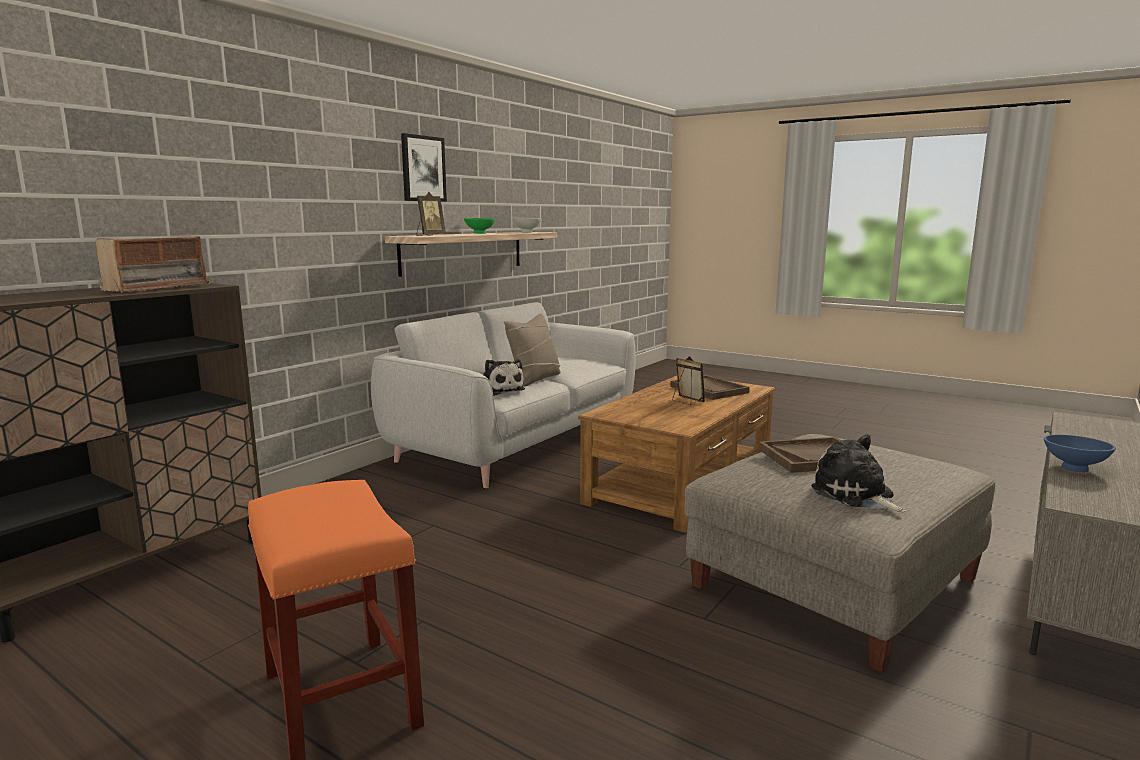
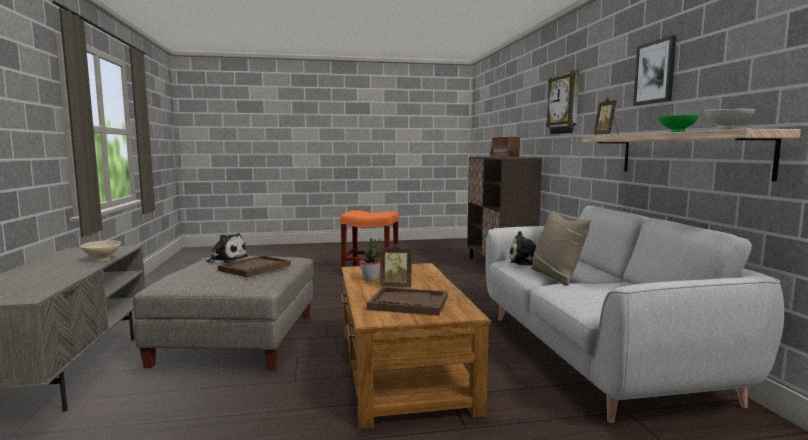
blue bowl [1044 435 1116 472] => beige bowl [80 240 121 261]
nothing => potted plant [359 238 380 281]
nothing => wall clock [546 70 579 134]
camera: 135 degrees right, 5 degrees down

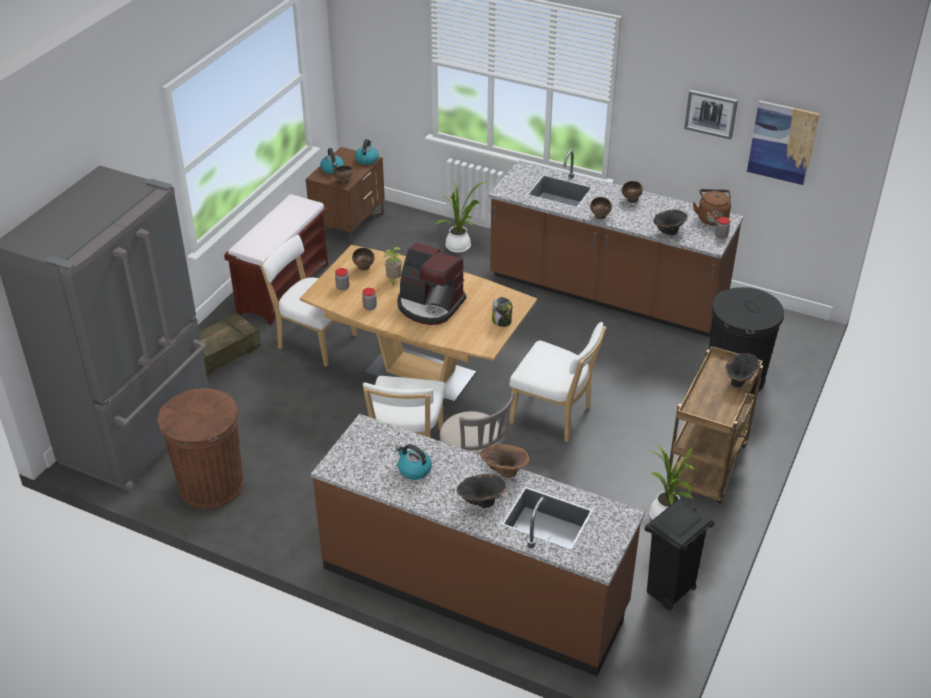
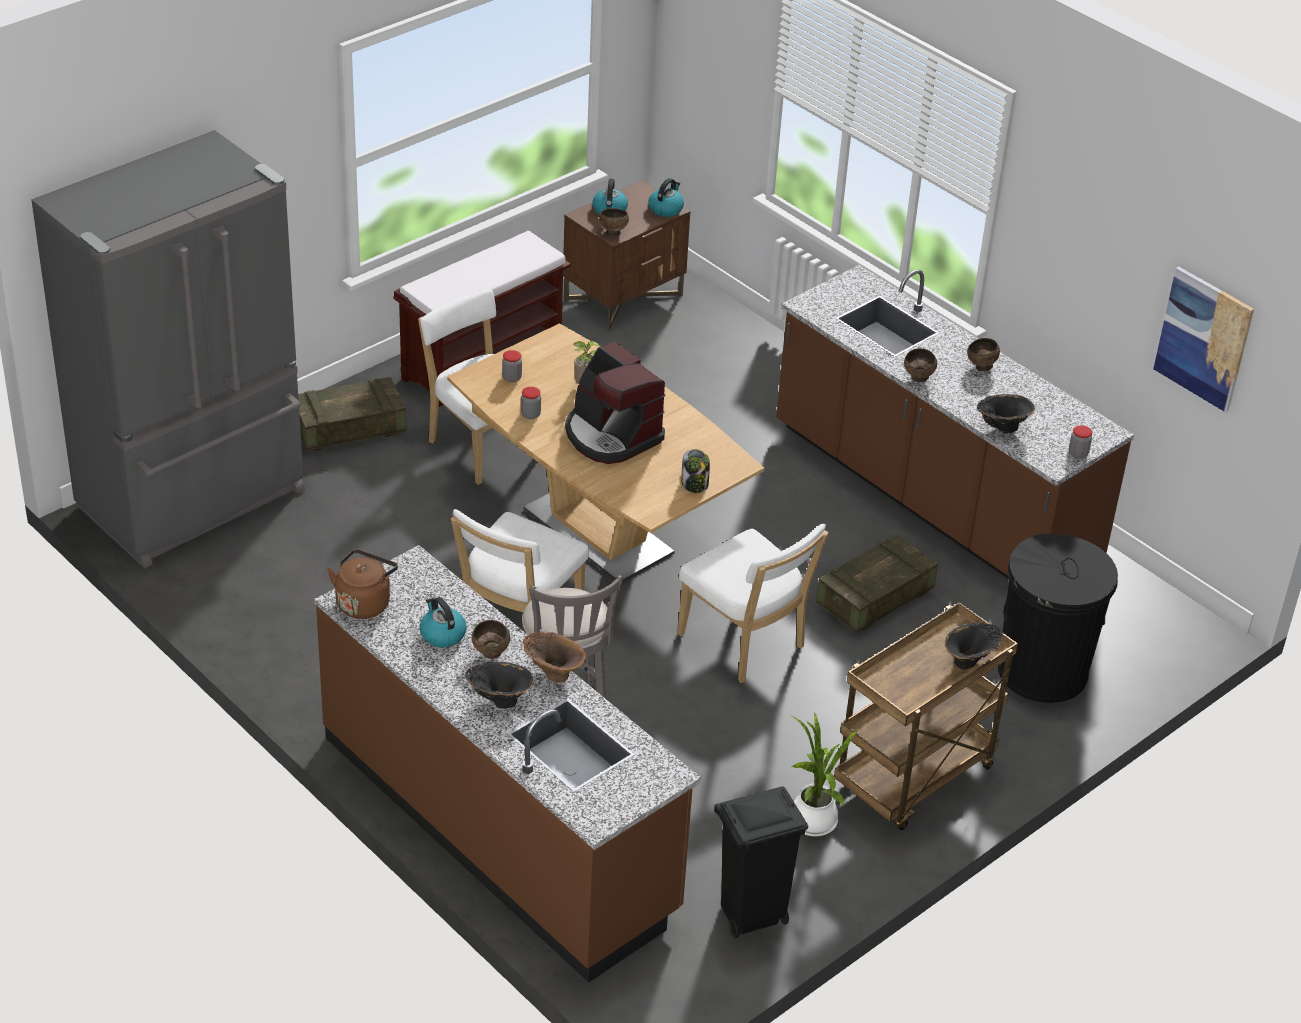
brown kettle [693 189 731 226] => brown kettle [327 549 398 619], shifted
brown bowl [352 248 375 271] => brown bowl [472 620 510 659], shifted
nothing => crate [816 534 938 633]
brown trash can [158 388 244 509] => nothing
potted plant [435 182 486 253] => nothing
picture [684 90 738 139] => nothing
camera: 20 degrees right, 0 degrees up

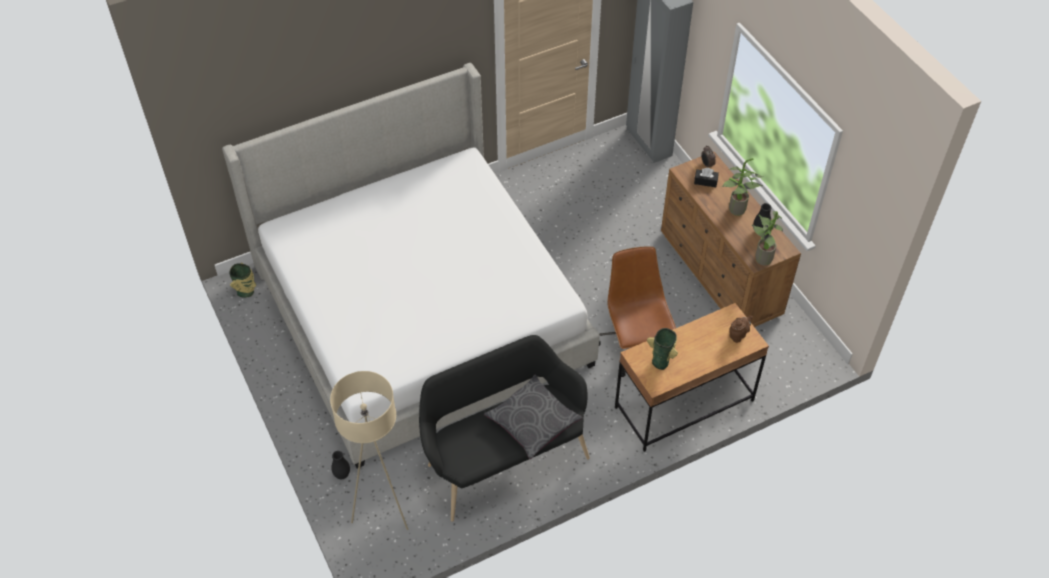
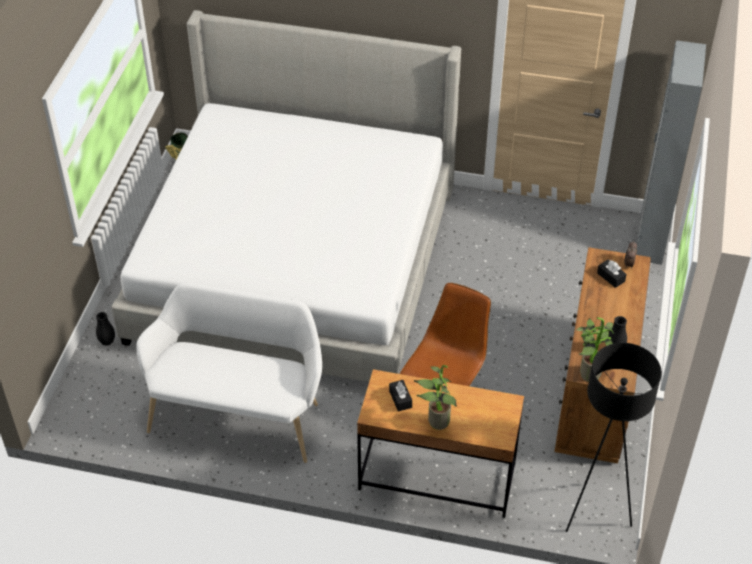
black bench [419 335 590 522] => white bench [136 282 322 463]
vase [647 328 678 370] => black tissue box [389 380 412 412]
potted plant [722 158 763 216] => potted plant [414 365 457 430], shifted
nothing => black floor lamp [566 343 662 532]
beige floor lamp [330 371 408 530] => nothing
grey pillow [484 375 582 459] => nothing
brown teapot [729 316 753 343] => nothing
camera: 40 degrees right, 5 degrees down

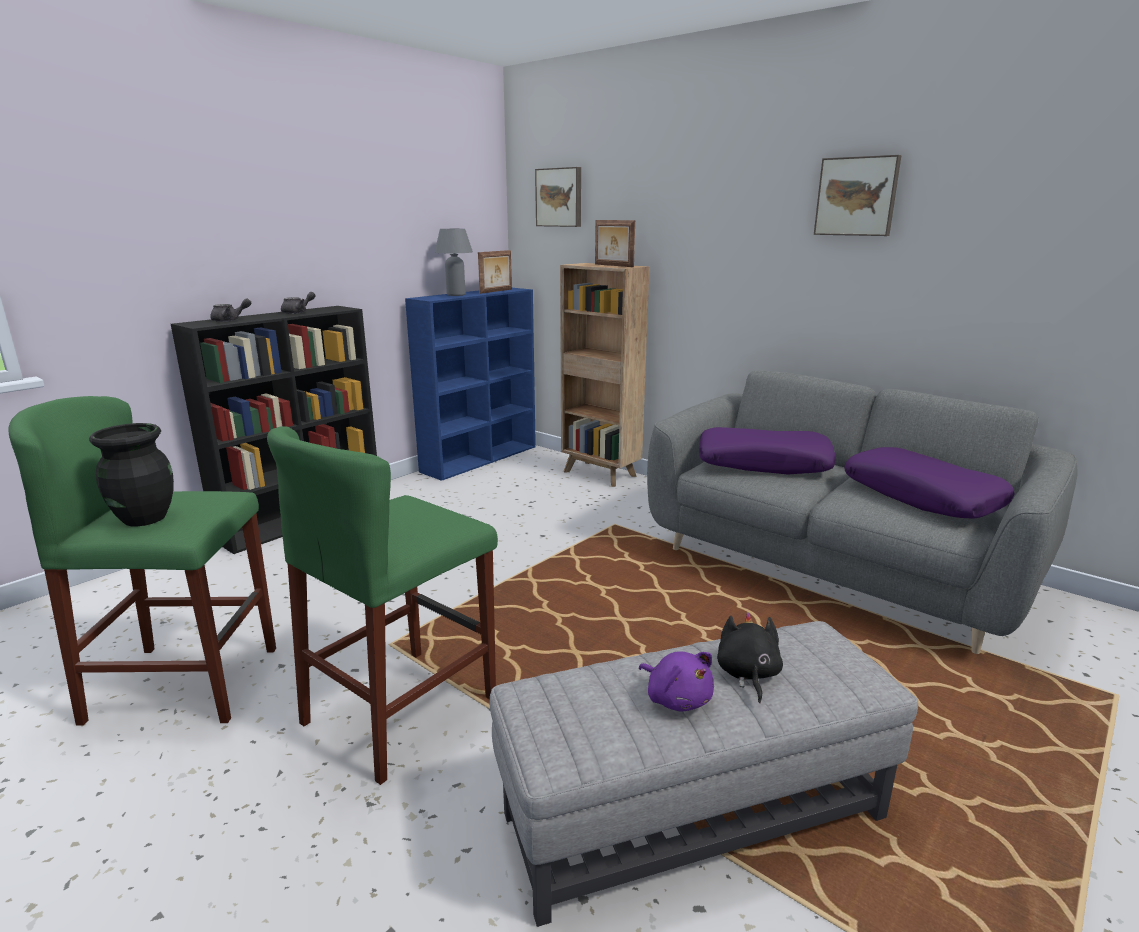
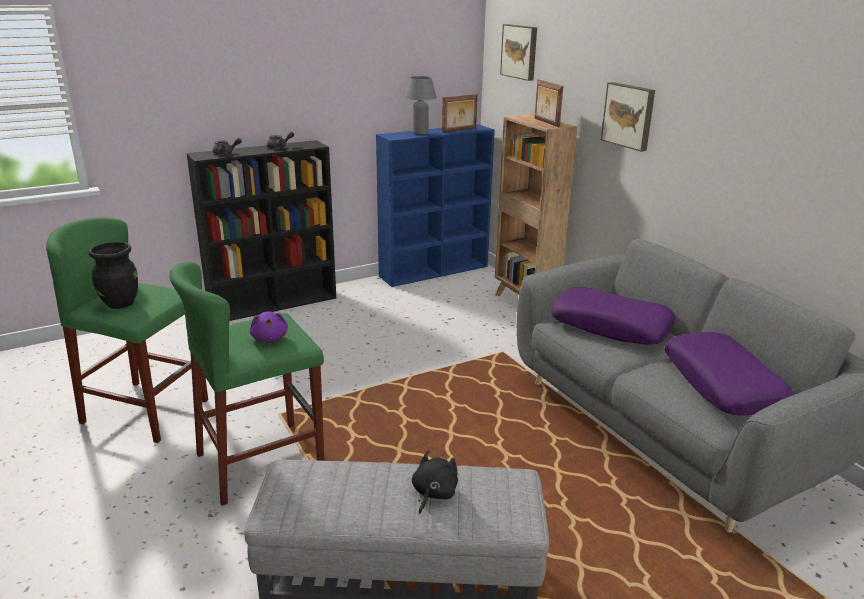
purple plush toy [639 651 714 712] => purple plush toy [250 311 288 342], shifted
picture [814 155 902 236] => picture [601 82 655 152], shifted
camera: 20 degrees right, 5 degrees up

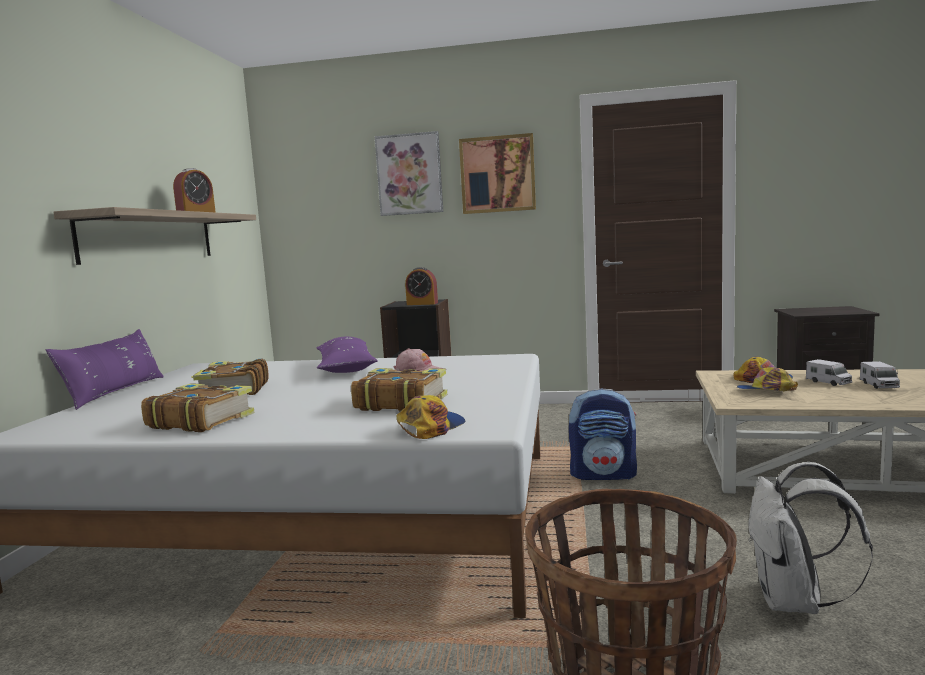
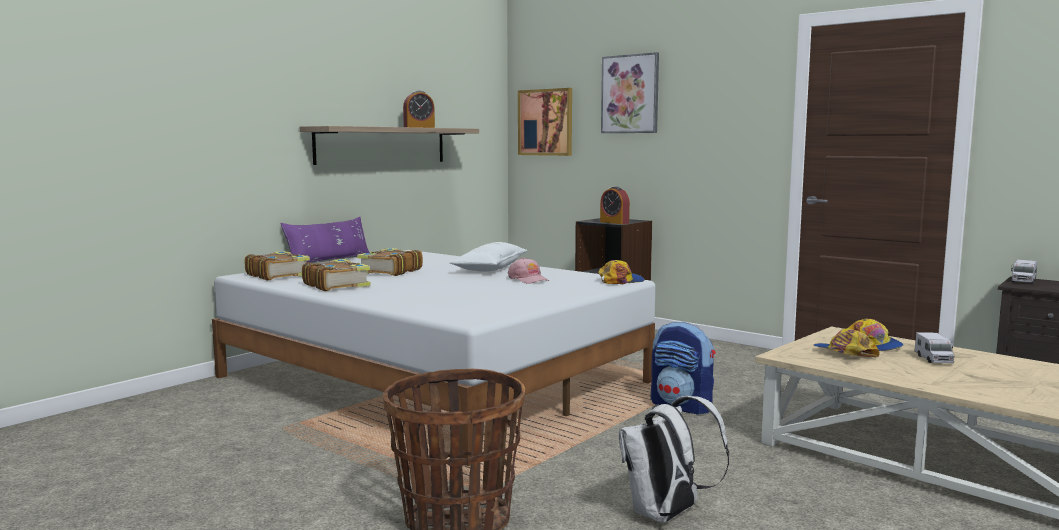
book [351 368 447 412] => book [245 251 310 281], shifted
purple pillow [317 337 378 373] => white pillow [450 242 527 272]
picture [459 133 536 214] => picture [518 88 572 156], shifted
cap [396 395 465 439] => cap [598 260 644 284], shifted
toy truck [860 361 900 389] => toy truck [1011 260 1037 284], shifted
camera: 30 degrees right, 0 degrees up

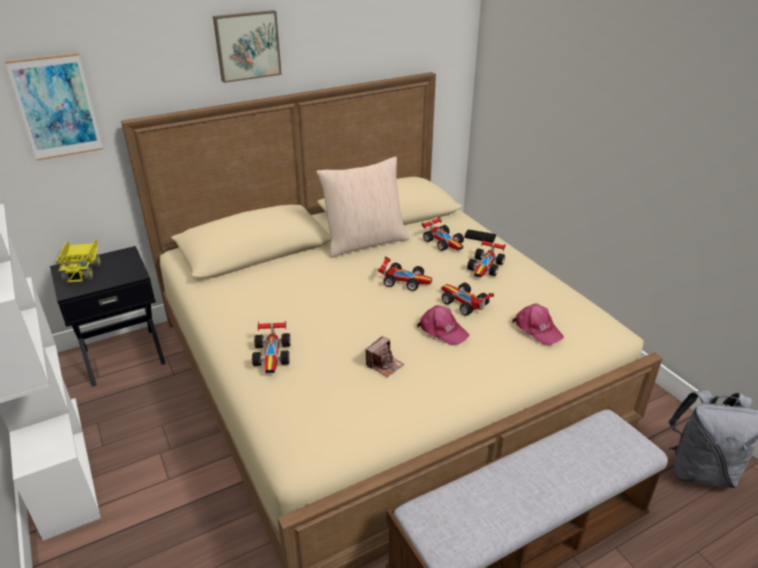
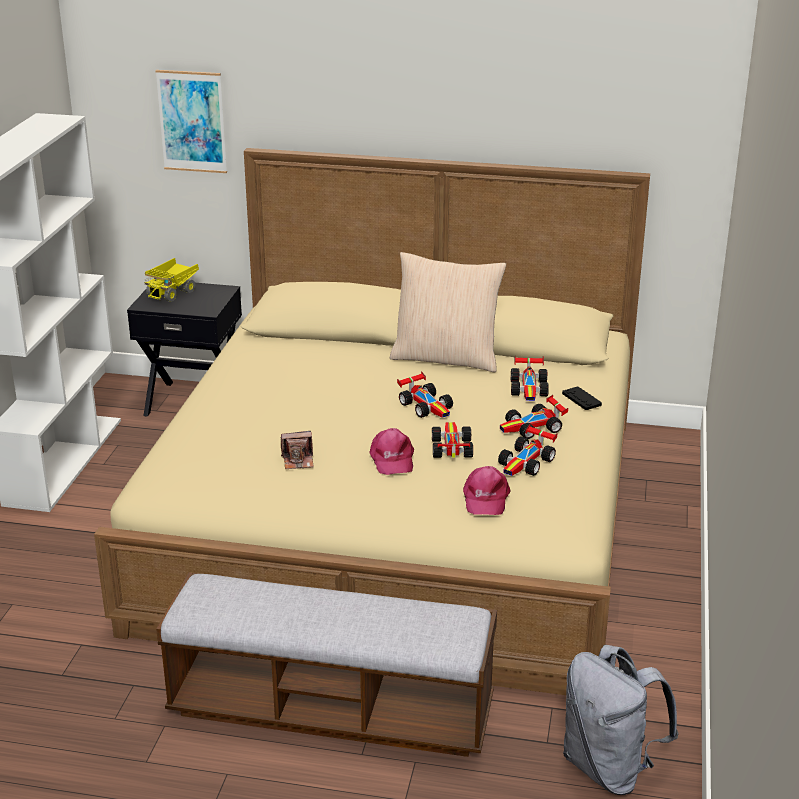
toy car [252 320 291 374] => toy car [498 424 557 476], shifted
picture [213 10 282 83] => nothing
camera: 40 degrees right, 5 degrees down

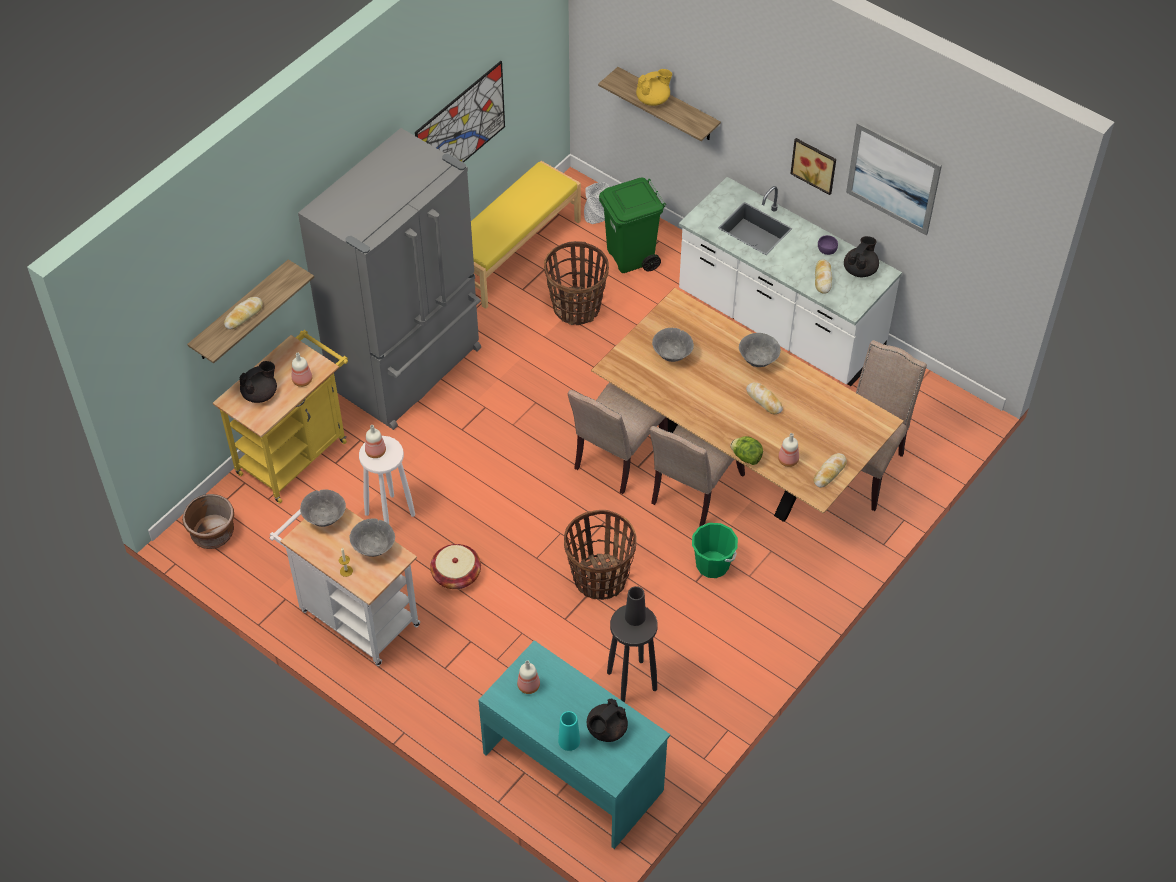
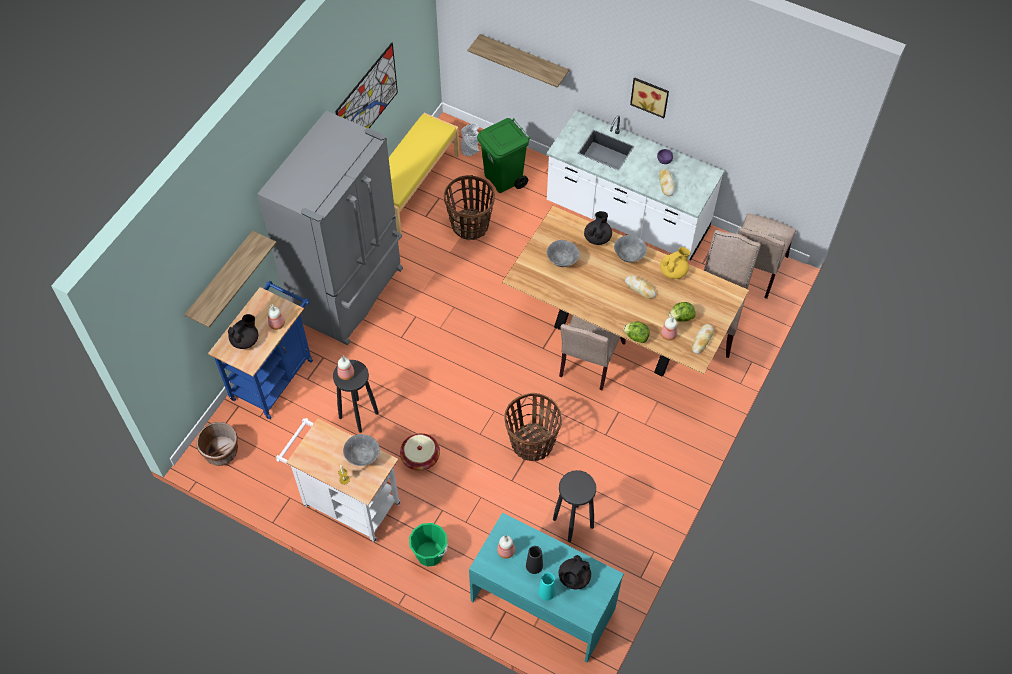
yellow cart [213 330 348 504] => blue cart [208 281 313 419]
white stool [359 436 415 524] => black stool [333 360 379 433]
green bucket [692 523 738 578] => green bucket [409 523 448 567], shifted
black vase [625 586 646 626] => black vase [526 546 543 574], shifted
black teapot [844 236 879 277] => black teapot [584 211 612 245], shifted
yellow teapot [636 69 672 106] => yellow teapot [660 247 690 279], shifted
nothing => lettuce [669 302 696 322]
beige chair [567 382 668 494] => beige chair [738 213 796 299], shifted
bread [224 297 263 329] => nothing
grey bowl [300 490 346 527] => nothing
picture [846 122 942 235] => nothing
camera: 10 degrees left, 5 degrees up

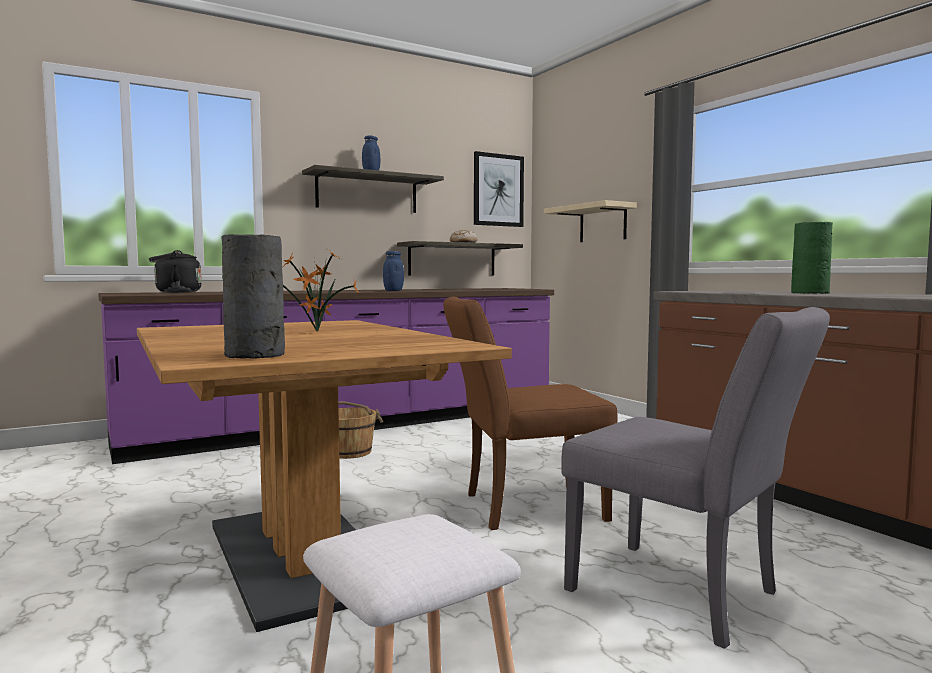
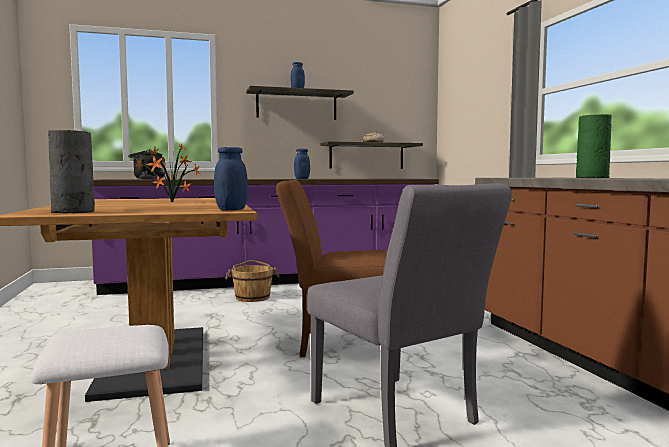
nothing => blue jar [214 147 248 210]
picture [474 151 524 227] => nothing
beige shelf [544 200 637 242] => nothing
camera: 15 degrees right, 0 degrees up

